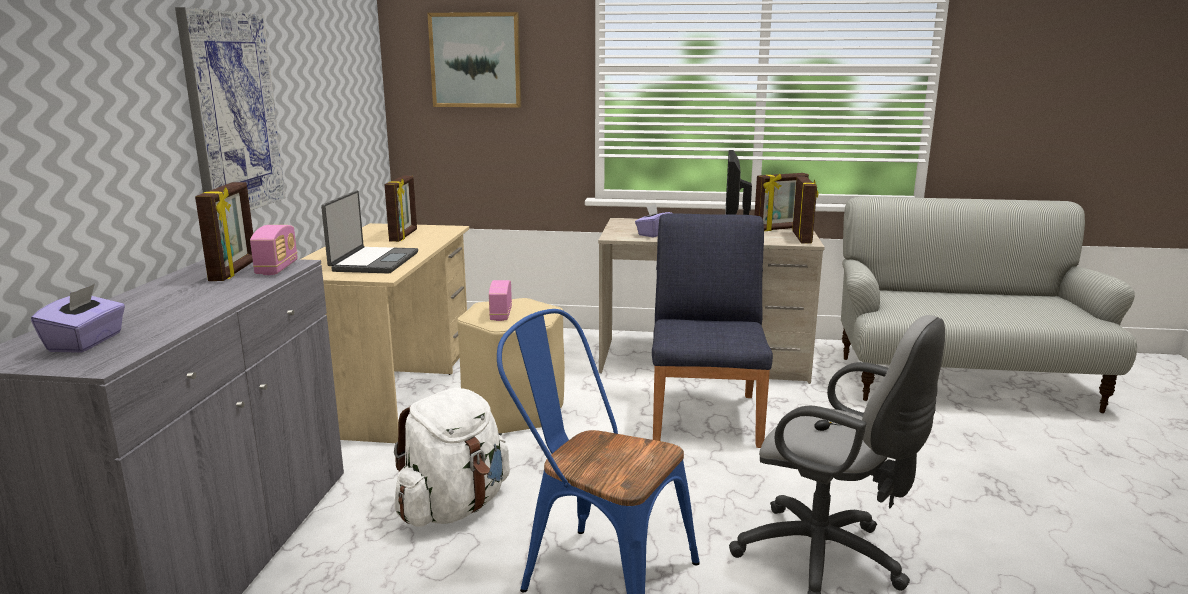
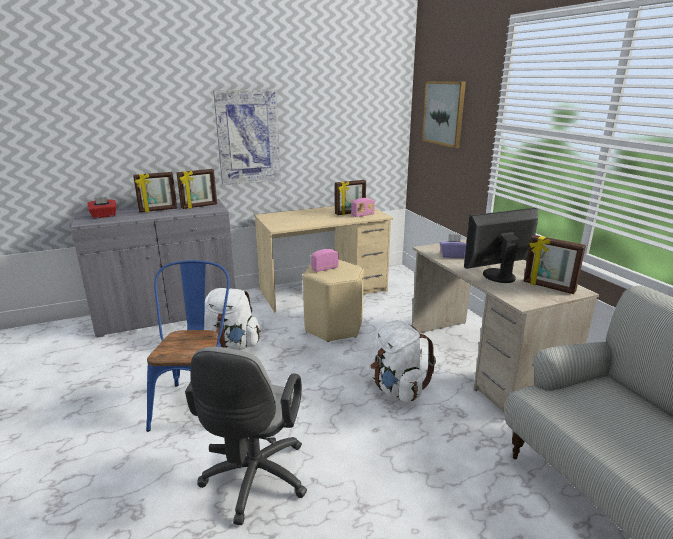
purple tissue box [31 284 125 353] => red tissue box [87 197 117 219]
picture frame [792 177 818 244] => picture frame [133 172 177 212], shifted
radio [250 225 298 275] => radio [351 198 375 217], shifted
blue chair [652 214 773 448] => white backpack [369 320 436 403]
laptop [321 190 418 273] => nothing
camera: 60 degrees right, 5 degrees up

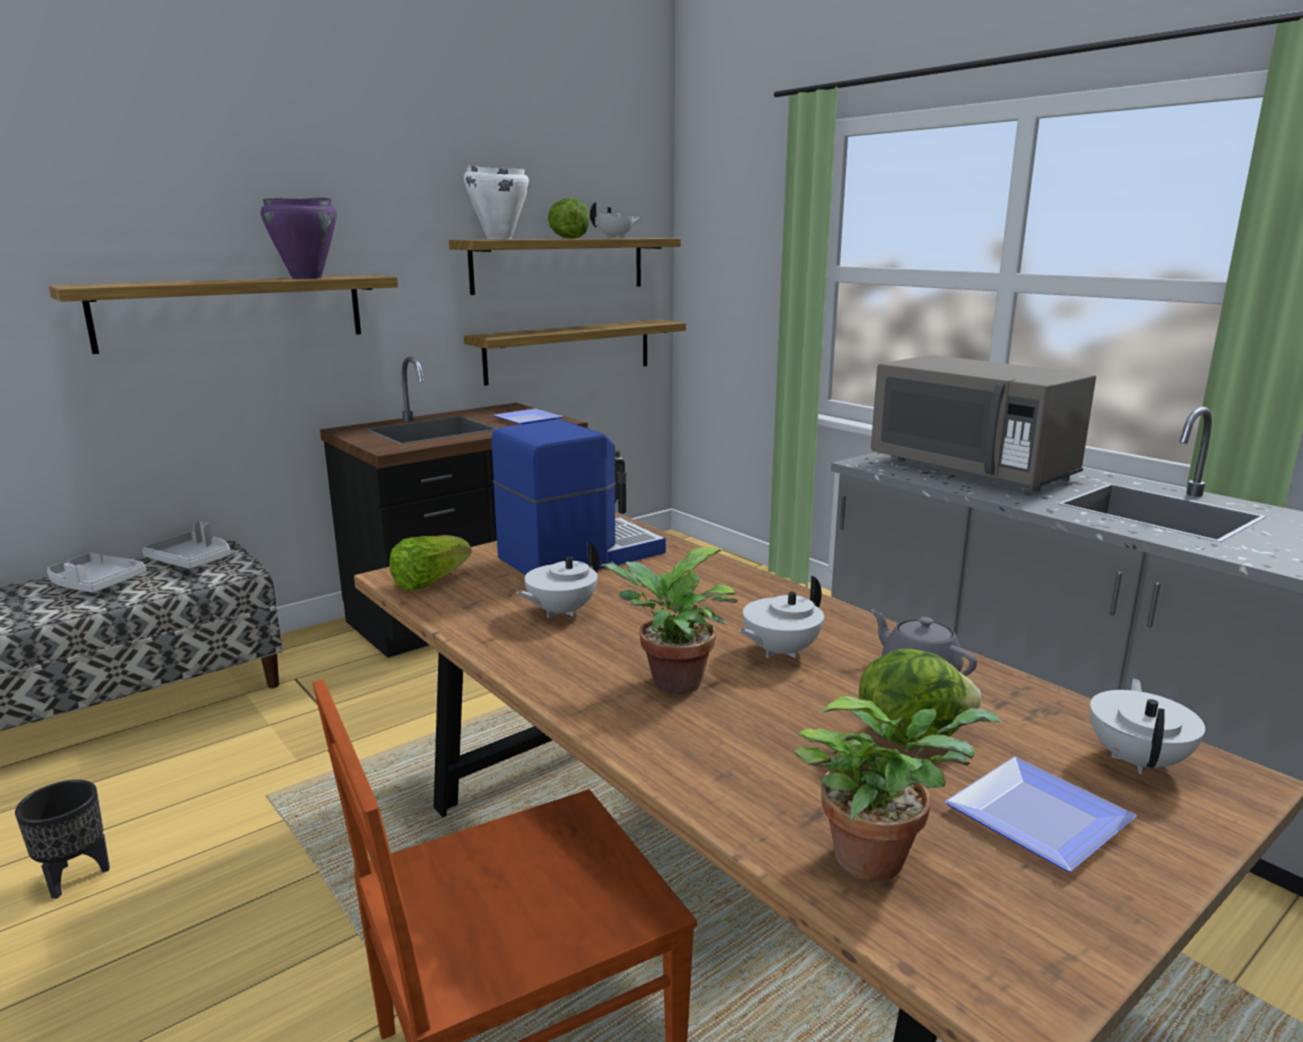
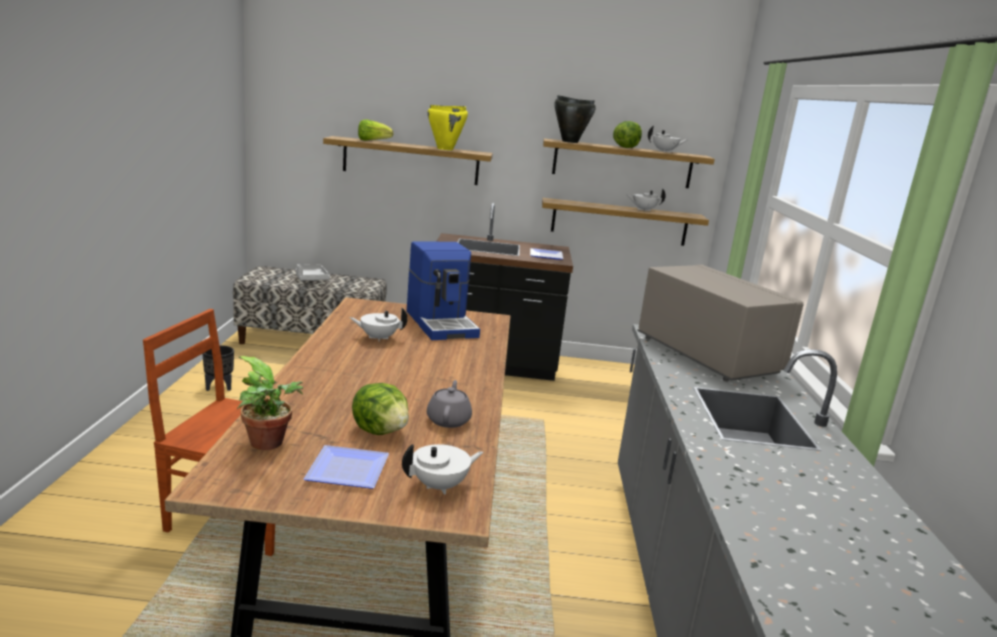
lettuce [390 535 472 591] => lettuce [358 119 393 141], shifted
coffee machine [492 419 666 575] => coffee machine [407 241 480 340], 60 degrees clockwise
purple cooking pot [261 197 337 279] => yellow cooking pot [428 105 468 150]
white cooking pot [464 166 529 239] => black cooking pot [555 95 596 143]
white teapot [738 576 824 658] => white teapot [626 189 666 211], shifted
grey microwave [871 355 1096 491] => grey microwave [637 265 803 381], 150 degrees clockwise
grey tray [142 521 231 569] => nothing
potted plant [600 547 738 694] => nothing
camera: 40 degrees right, 0 degrees up

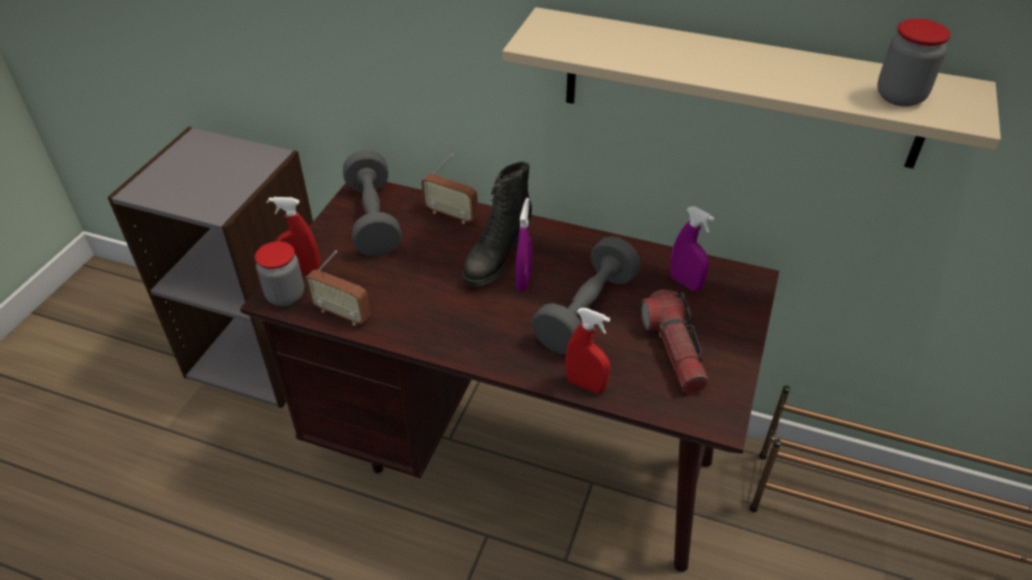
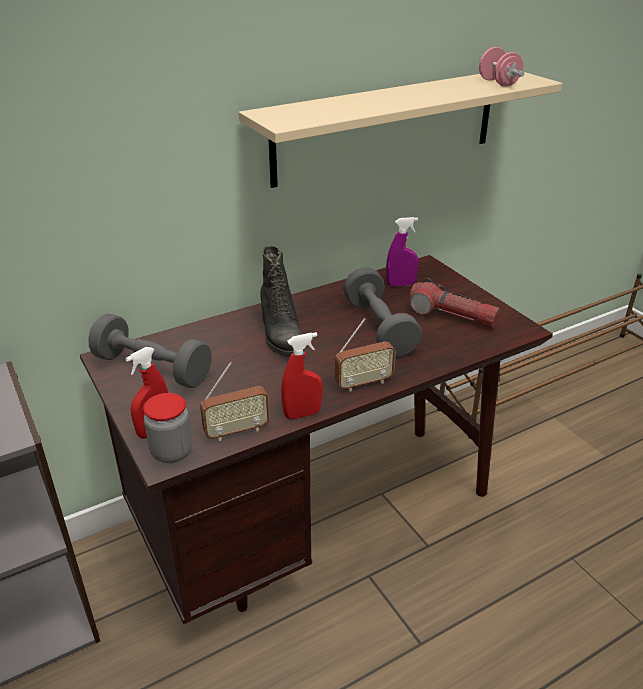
red spray bottle [566 308 610 394] => red spray bottle [281 332 323 420], shifted
radio [421 154 478 224] => radio [335 318 396 392], shifted
jar [877 19 951 107] => pink dumbbell [479 47 524 86]
purple spray bottle [516 198 533 291] => nothing
camera: 50 degrees left, 10 degrees down

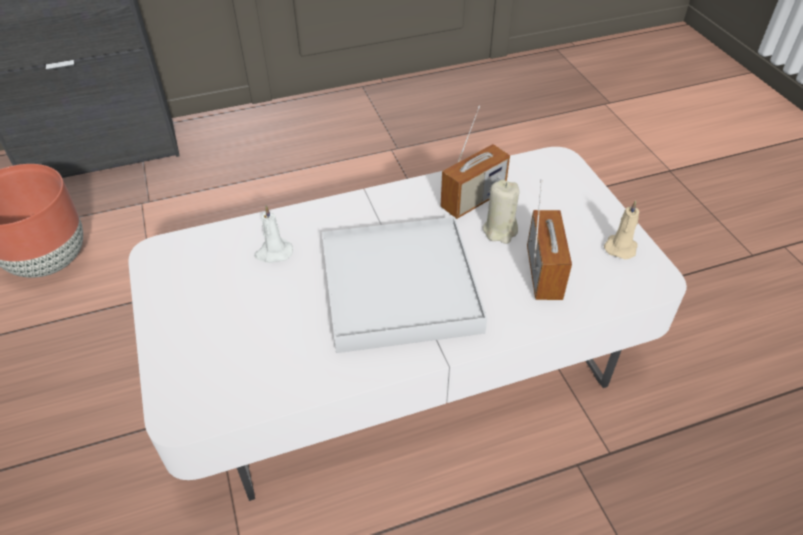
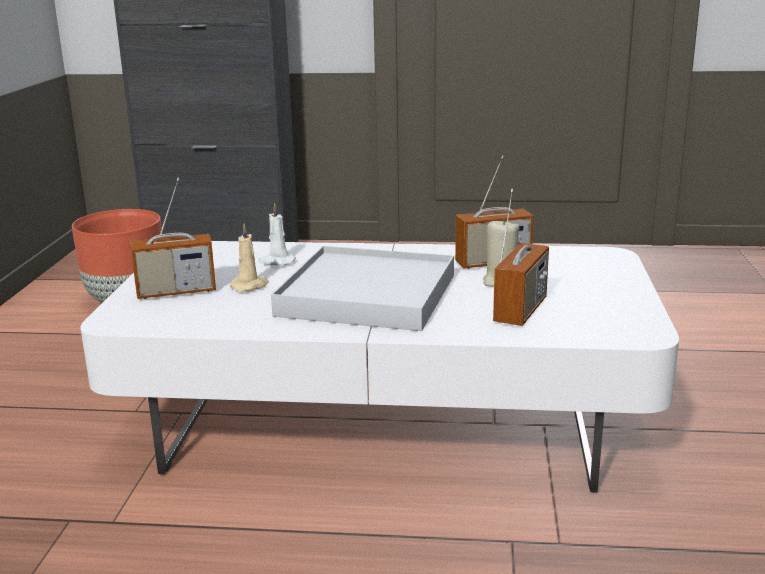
nothing => radio [131 178 216 299]
beige candle [604 200 639 259] => beige candle [230 223 269 292], shifted
camera: 25 degrees right, 25 degrees down

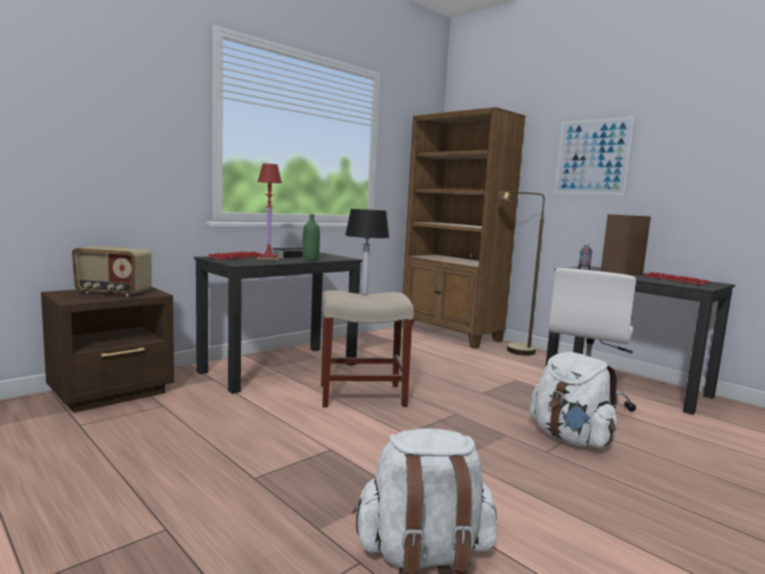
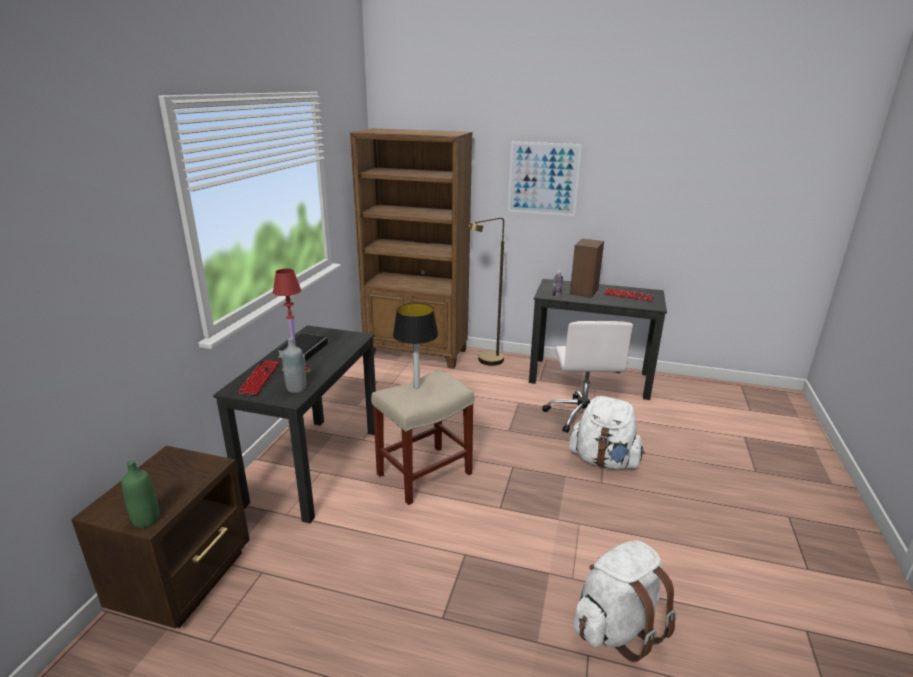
green bottle [302 214 320 261] => green bottle [121 460 160 528], shifted
nothing => grey bottle [282 337 306 393]
radio [72 246 152 297] => nothing
camera: 30 degrees left, 15 degrees up

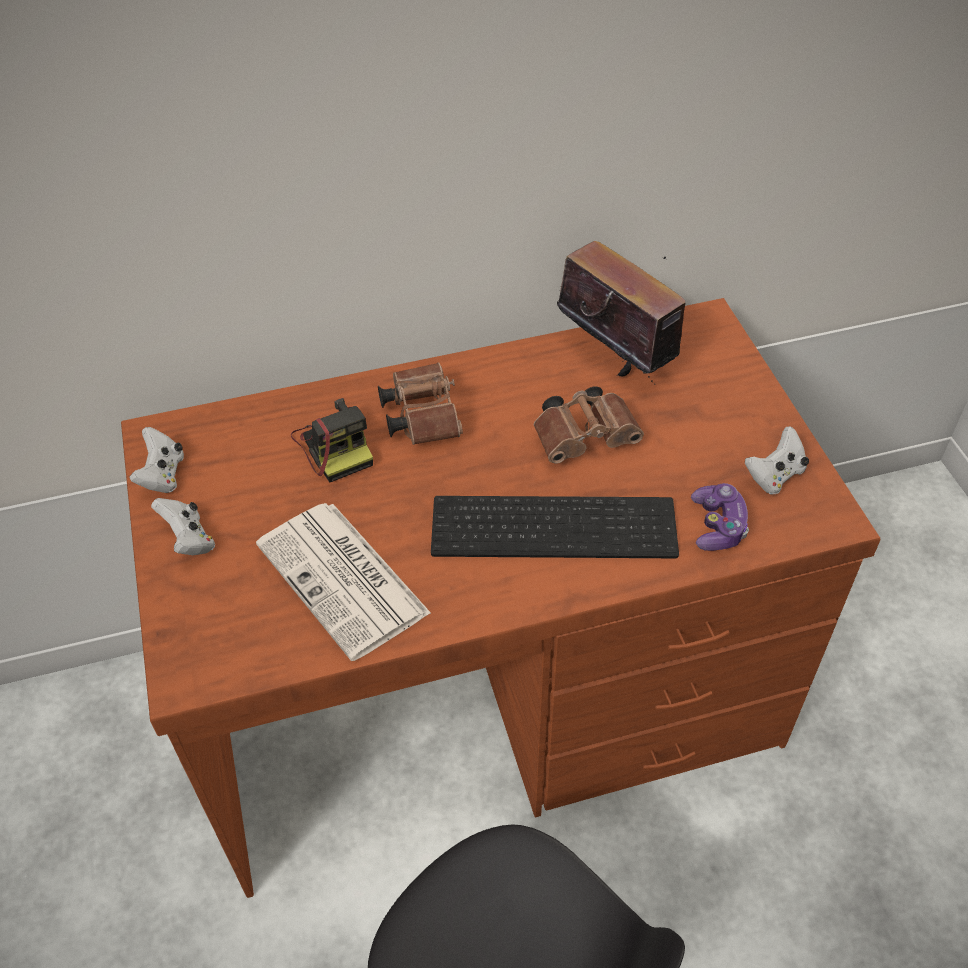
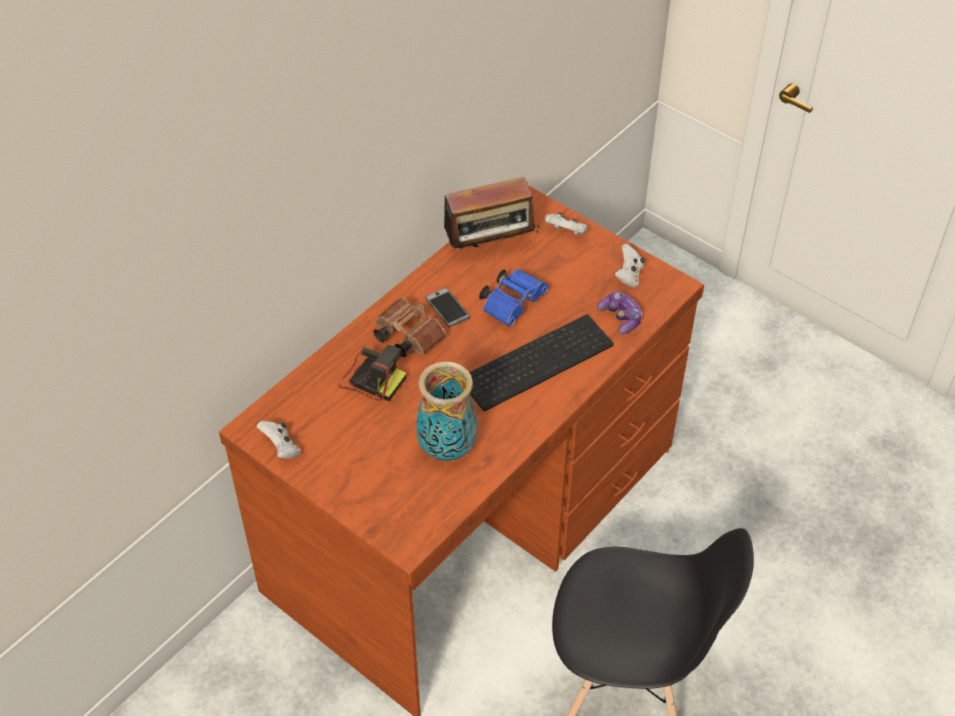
newspaper [256 503 431 661] => vase [416 362 478 461]
nothing => phone [425 287 471 328]
radio [557 241 685 385] => radio [435 177 539 249], 150 degrees clockwise
brown binoculars [534 386 644 464] => blue binoculars [479 269 548 327]
white game controller [151 498 215 555] => white game controller [545 212 587 236], shifted
camera: 35 degrees left, 0 degrees up

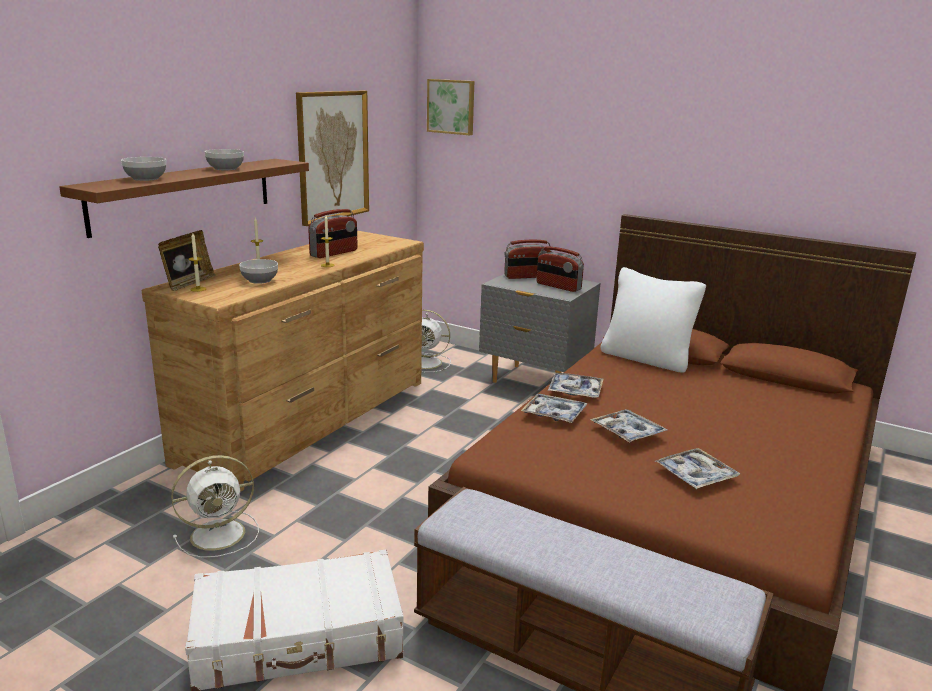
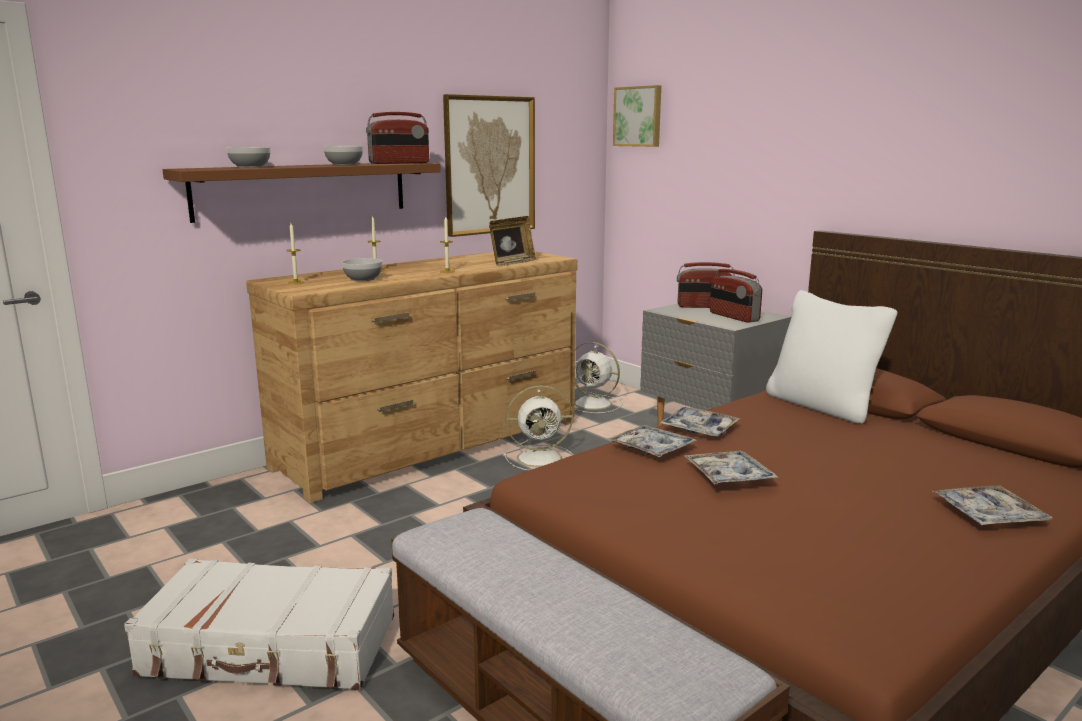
radio [308 209 358 258] => radio [366 112 429 164], shifted
picture frame [158 230 216 291] => picture frame [489 216 537 266], shifted
white fan [171 455 259 558] => white fan [503 385 573 470], shifted
tray [654 448 740 489] => tray [932 486 1053 525], shifted
camera: 20 degrees right, 5 degrees down

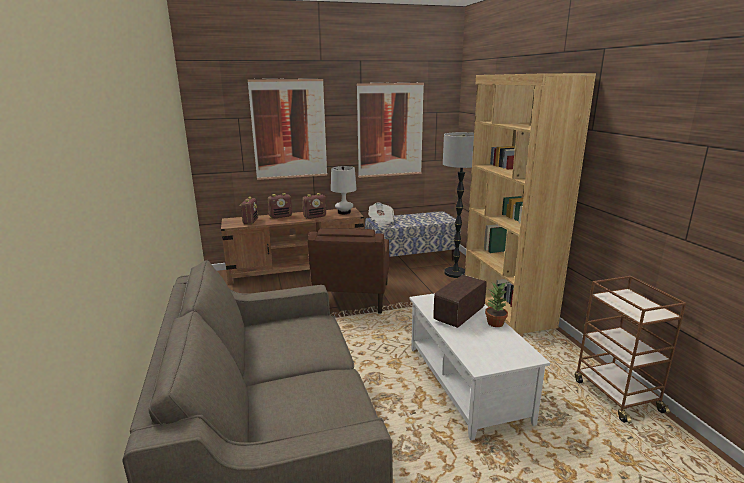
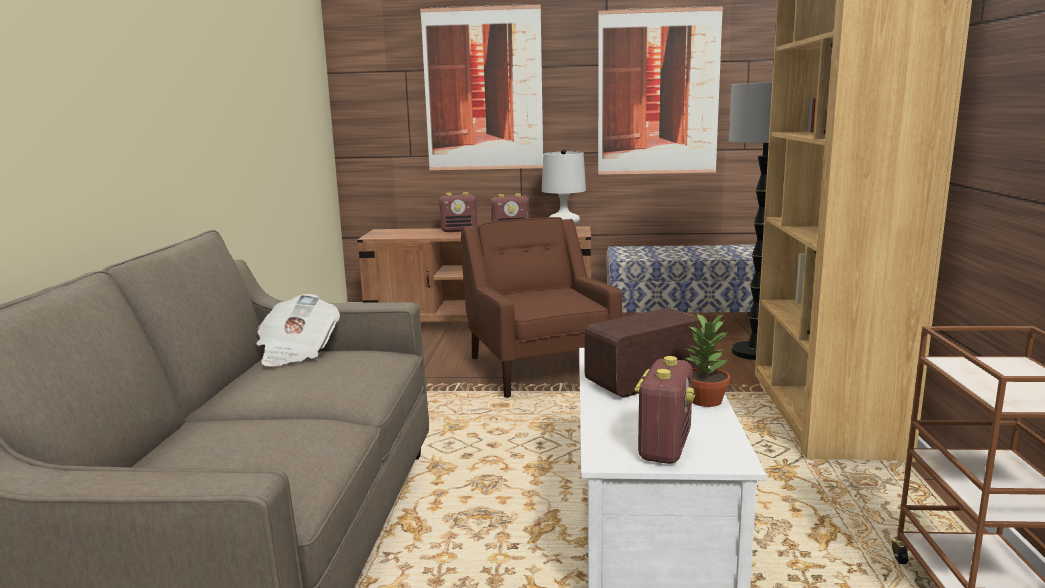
newspaper [368 202 395 226] => newspaper [257 294 340 366], shifted
brown armchair [308 228 389 314] => brown armchair [461 217 622 398], 135 degrees clockwise
radio [240 197 258 224] => radio [634 356 695 464], shifted
camera: 20 degrees right, 5 degrees down

